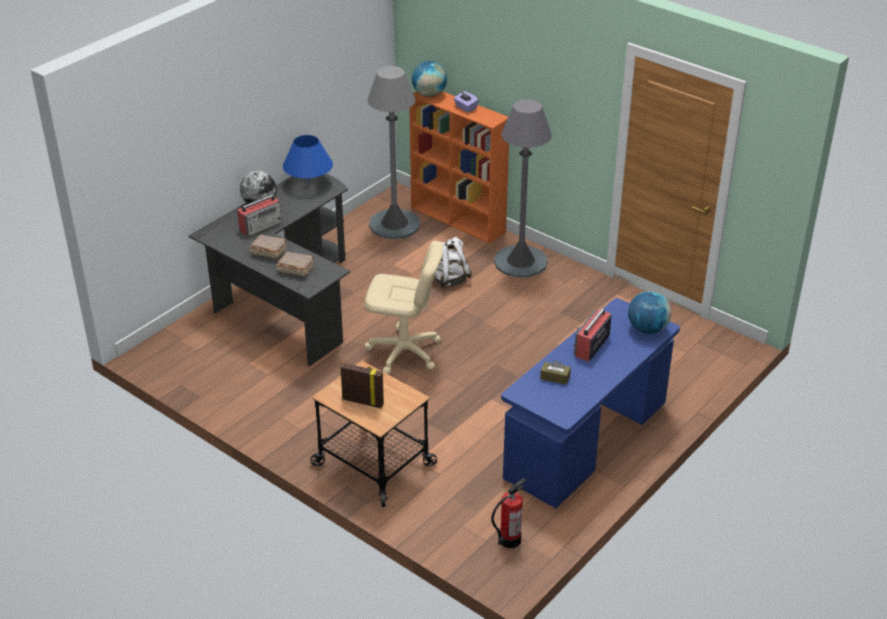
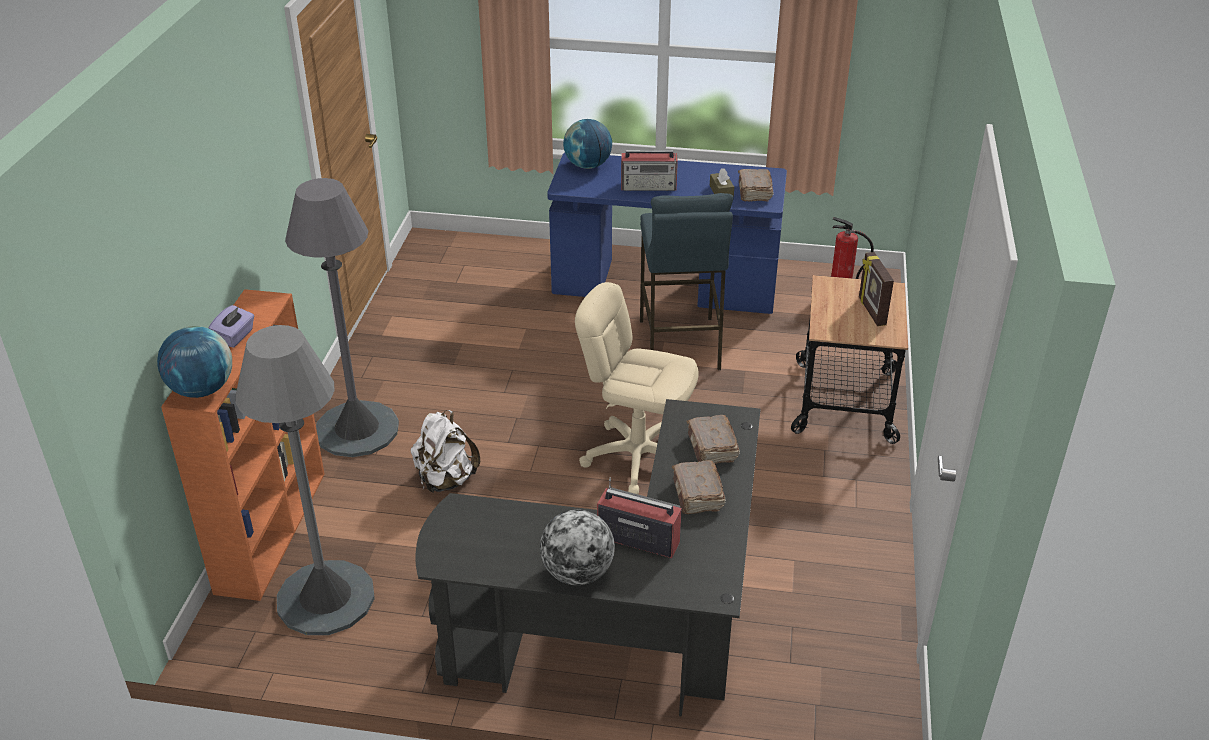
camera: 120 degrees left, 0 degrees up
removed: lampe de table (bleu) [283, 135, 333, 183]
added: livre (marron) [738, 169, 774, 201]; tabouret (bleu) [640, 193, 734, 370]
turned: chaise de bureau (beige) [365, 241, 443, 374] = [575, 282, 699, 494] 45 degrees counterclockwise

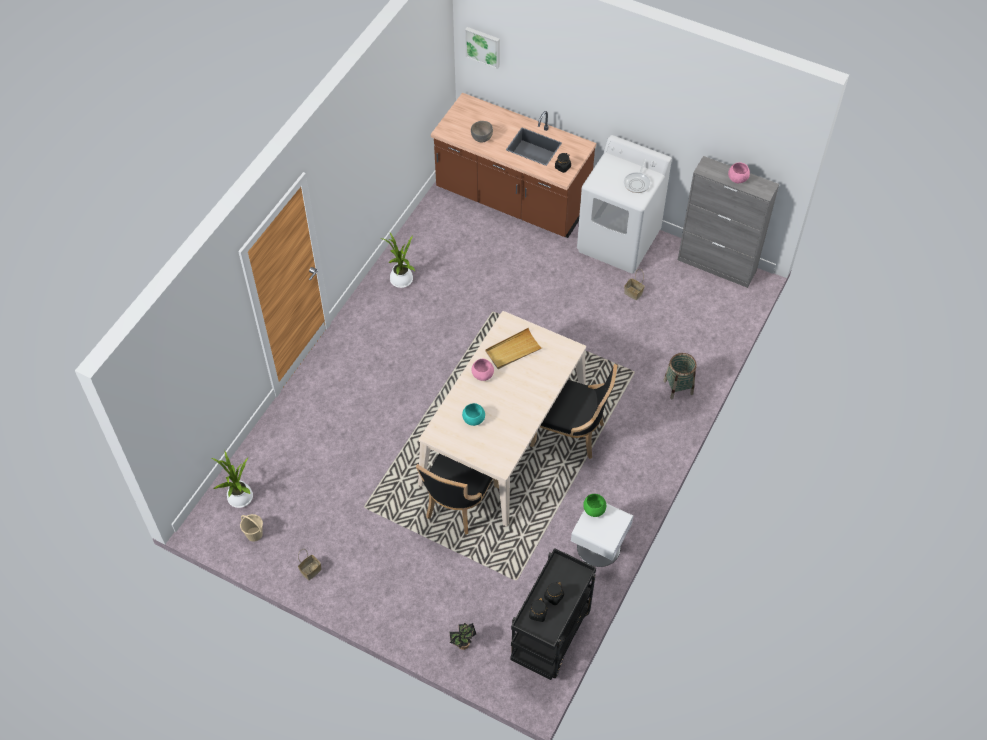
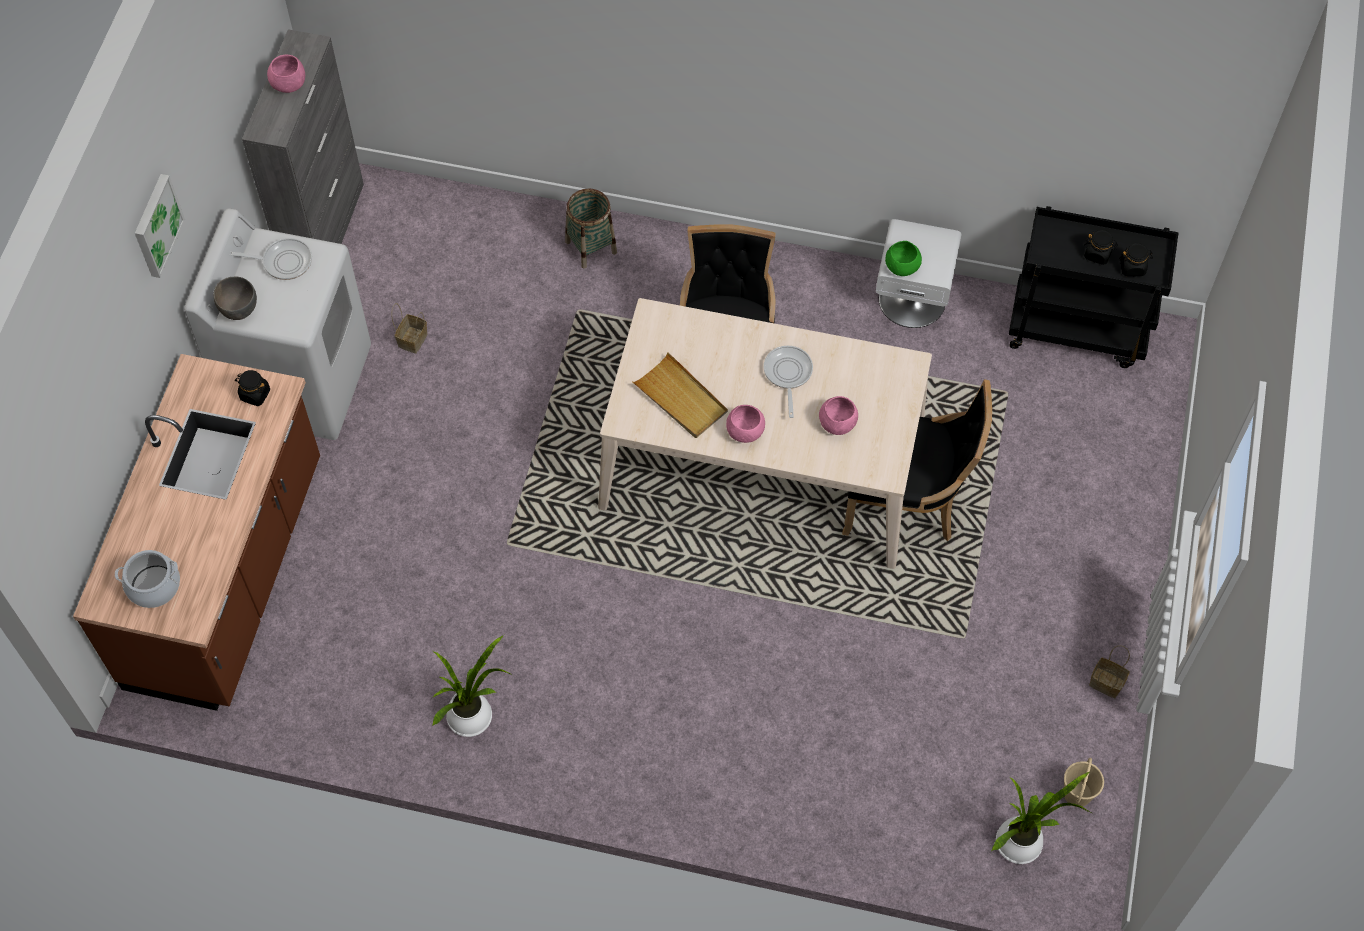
camera: 105 degrees left, 5 degrees up
removed: plante en pot [449, 622, 476, 650]
added: poêle [764, 346, 813, 418]; marmite [115, 550, 180, 608]
moved: tableau [465, 27, 500, 69] to [135, 174, 185, 278]; bol (gris) [471, 121, 493, 142] to [214, 277, 257, 320]
recoloured: bol (turquoise) [462, 403, 485, 426] to bol (rose) [819, 396, 858, 435]

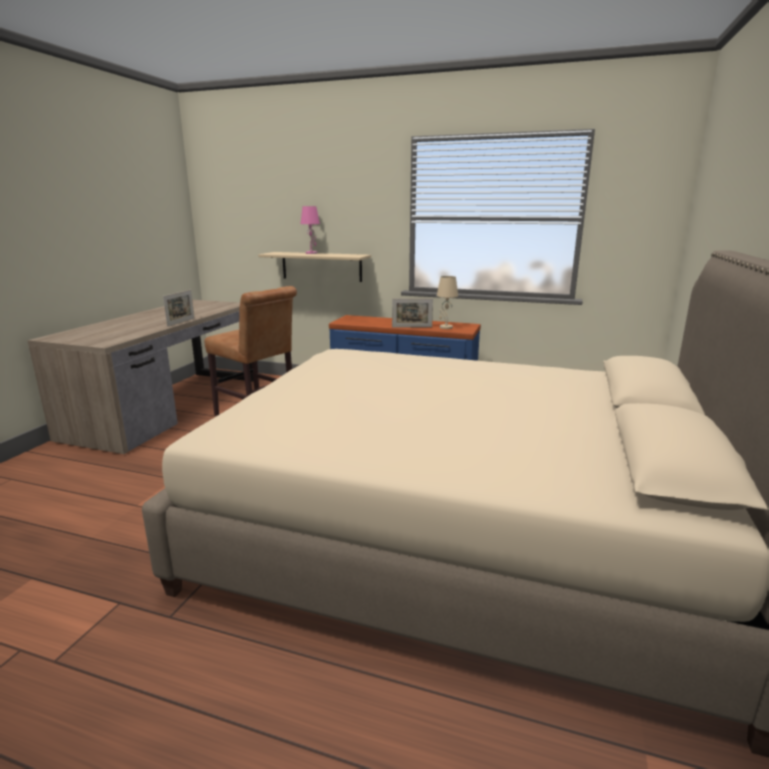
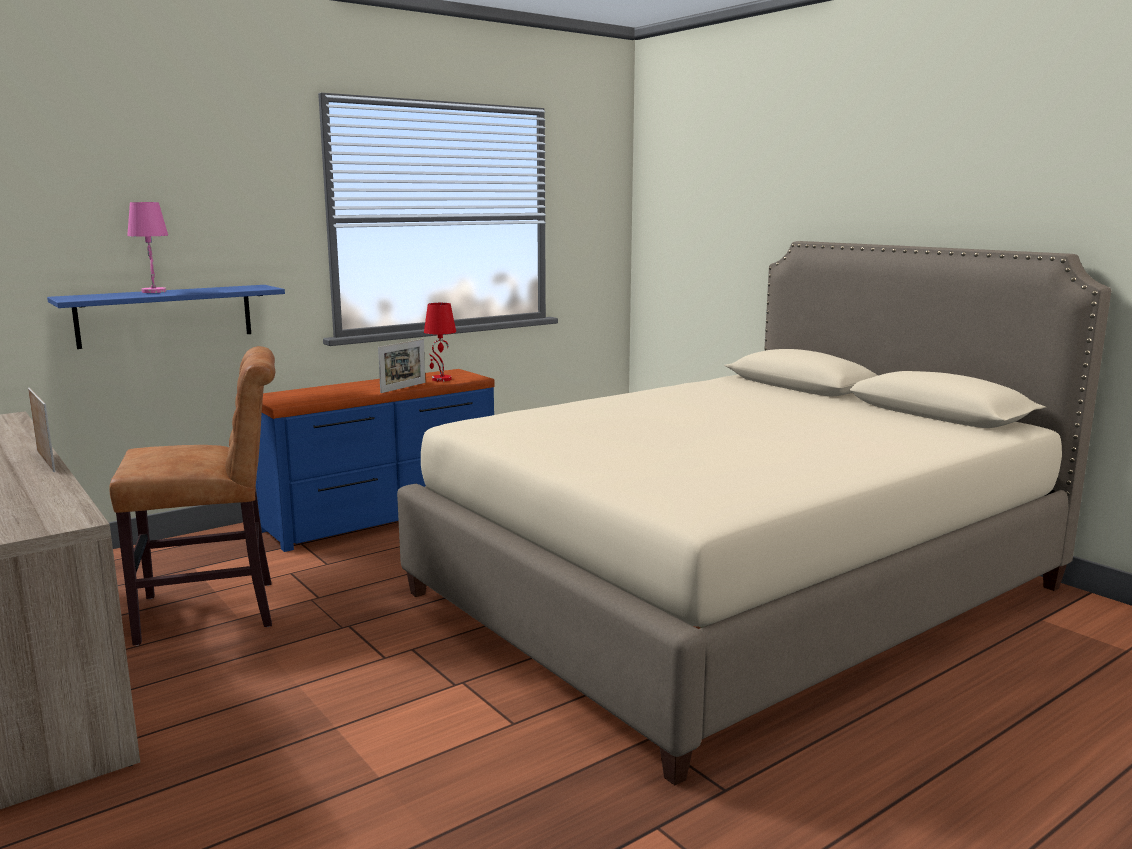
camera: 55 degrees left, 5 degrees down
recoloured: étagère (beige) [258, 252, 371, 282] to étagère (bleu) [47, 285, 285, 349]; lampe de table (beige) [437, 276, 458, 329] to lampe de table (rouge) [424, 303, 456, 382]

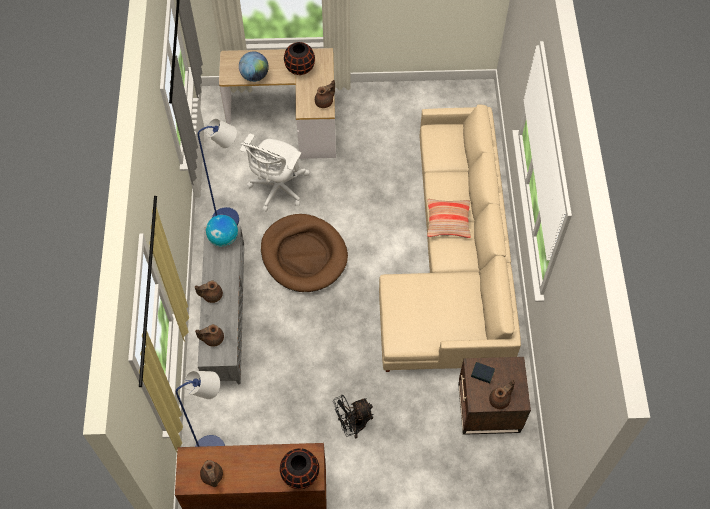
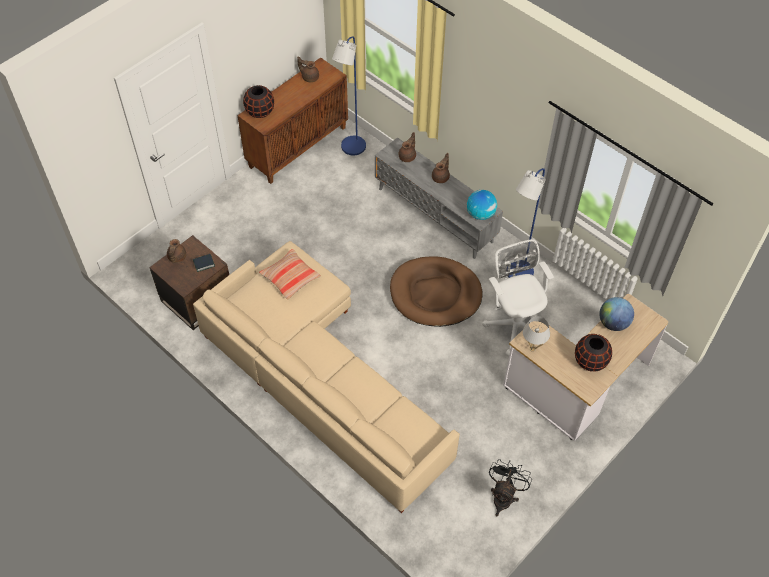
camera: 135 degrees right, 5 degrees down
moved: coussin [427, 199, 471, 238] to [259, 249, 321, 300]; ventilateur (noir) [333, 395, 373, 438] to [489, 459, 532, 517]
replaced: théière (marron) [315, 80, 335, 108] to lampe de table (blanc) [523, 316, 550, 352]

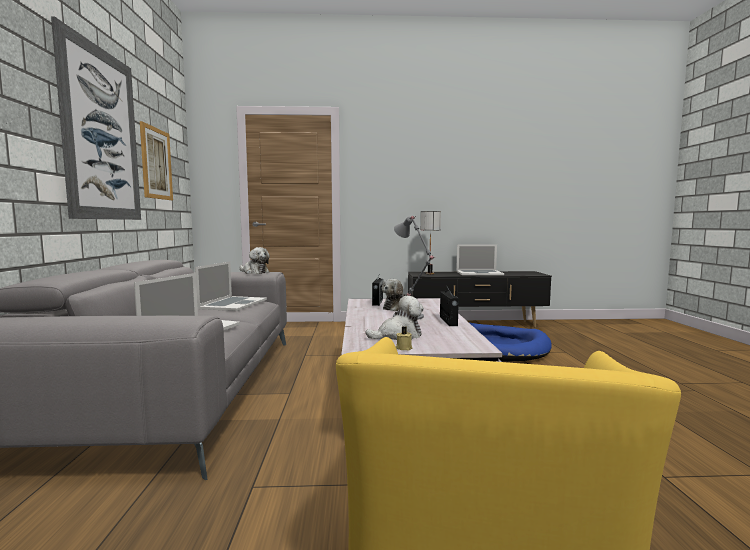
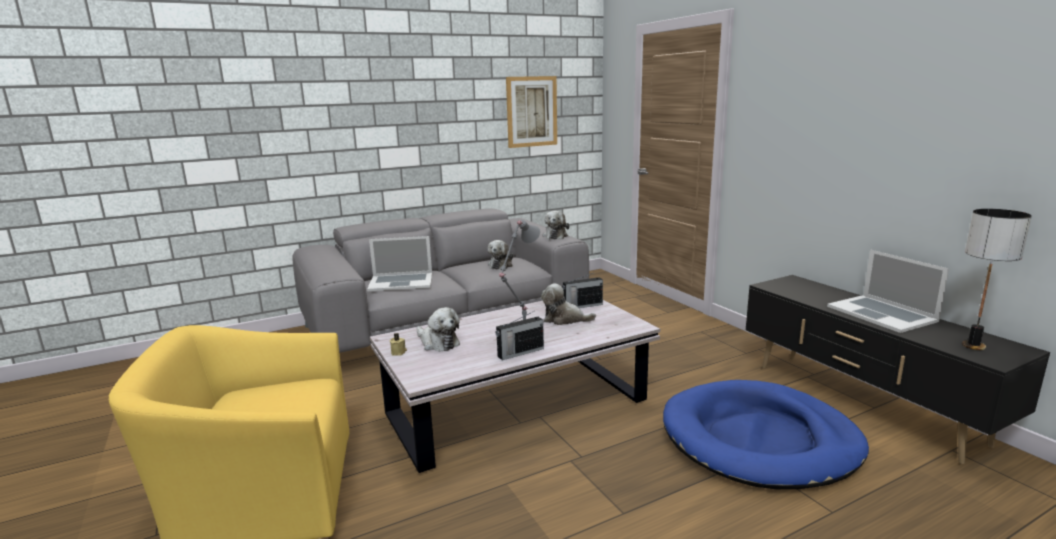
camera: 65 degrees right, 10 degrees up
removed: tableau [51, 16, 141, 220]
moved: lampe de table [421, 211, 441, 274] to [962, 209, 1032, 350]
replaced: ordinateur portable [195, 261, 267, 311] to peluche [488, 240, 513, 269]

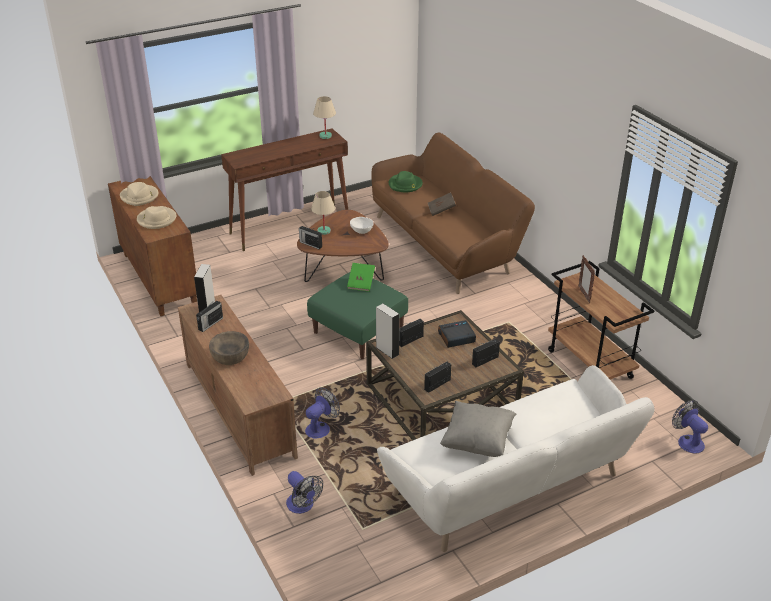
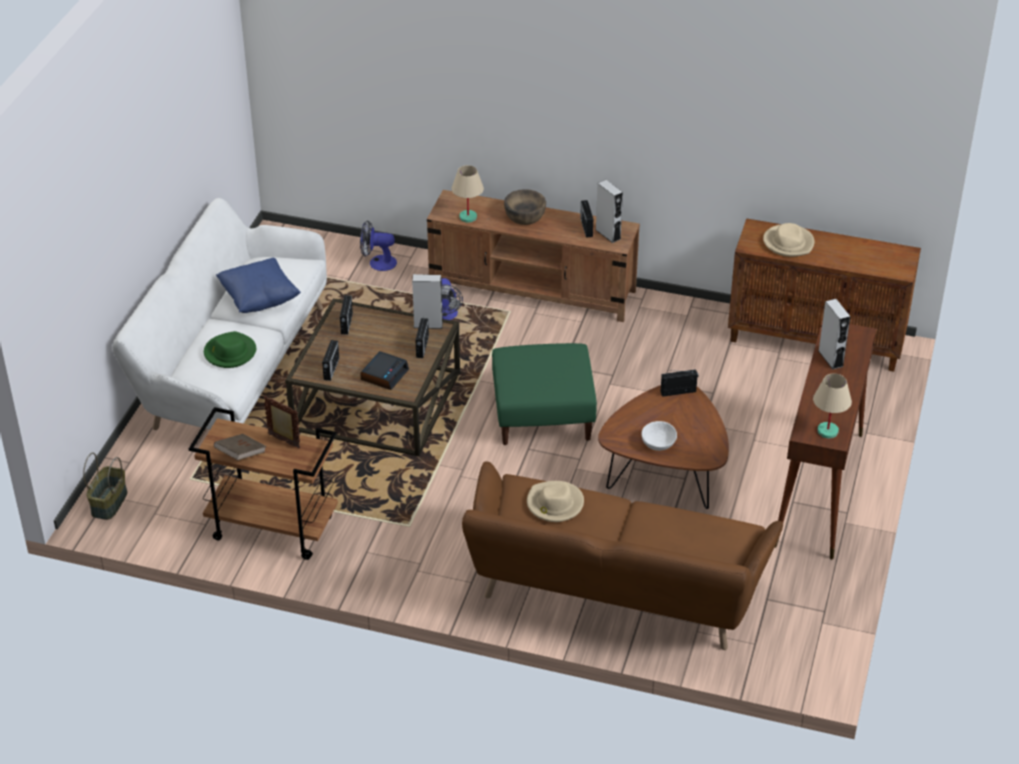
camera: 135 degrees right, 5 degrees up
removed: livre (vert) [347, 263, 375, 292]
added: enceinte (gris) [819, 299, 850, 369]
moved: chapeau (vert) [389, 171, 423, 192] to [204, 331, 256, 368]; chapeau (beige) [120, 182, 159, 206] to [527, 481, 584, 522]; lampe de table (beige) [311, 191, 335, 235] to [452, 165, 484, 223]; livre (marron) [428, 192, 456, 216] to [214, 434, 266, 460]
replaced: ventilateur [672, 400, 708, 454] to panier [83, 453, 127, 520]
recoloured: coussin (gris) [440, 401, 517, 457] to coussin (bleu) [216, 258, 301, 313]

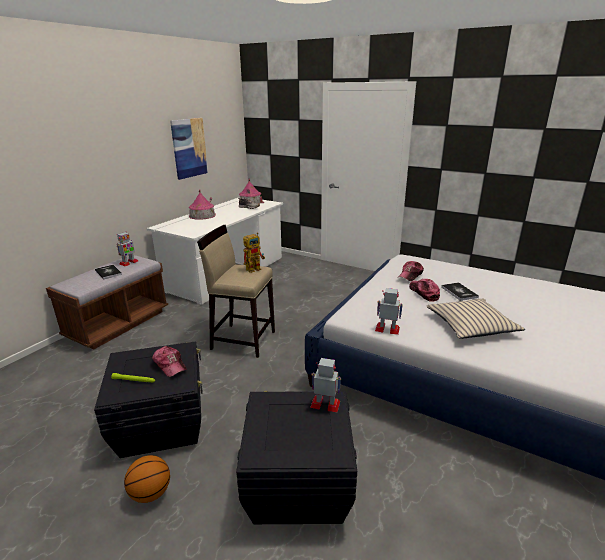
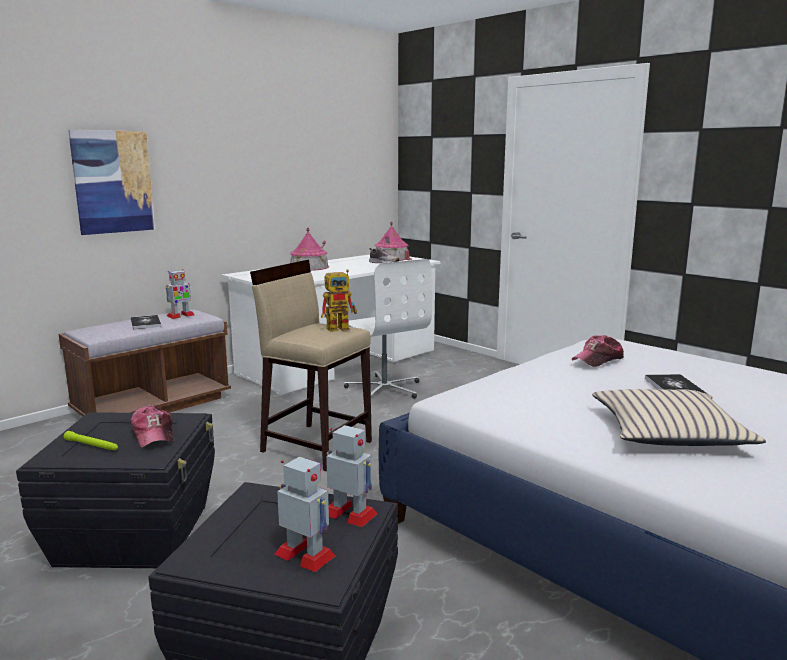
camera: 15 degrees right, 10 degrees down
removed: casquette [409, 279, 440, 302]; ballon de basket [124, 455, 170, 503]
added: chaise de bureau (blanc) [344, 259, 432, 399]
moved: tableau [170, 118, 208, 180] to [68, 130, 155, 235]; robot jouet [375, 288, 403, 335] to [274, 457, 335, 572]

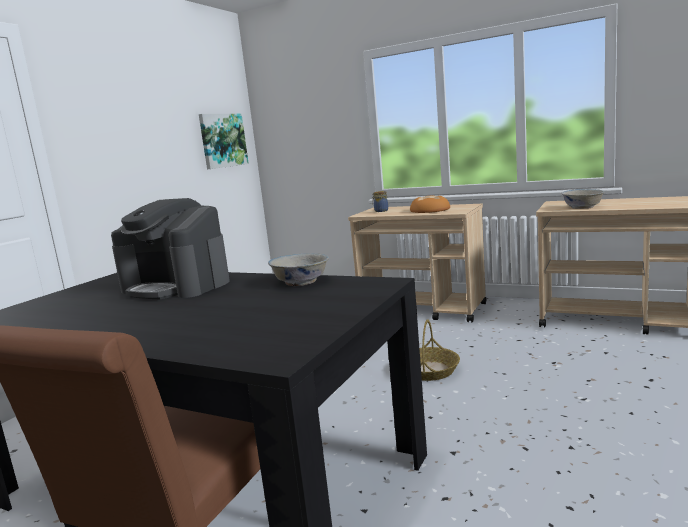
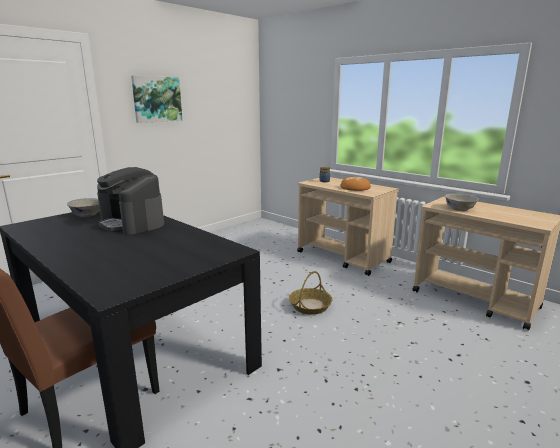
camera: 15 degrees right, 5 degrees up
moved: tableau [199, 114, 249, 169] to [131, 76, 182, 123]; bol (blanc) [268, 253, 329, 286] to [67, 198, 100, 217]

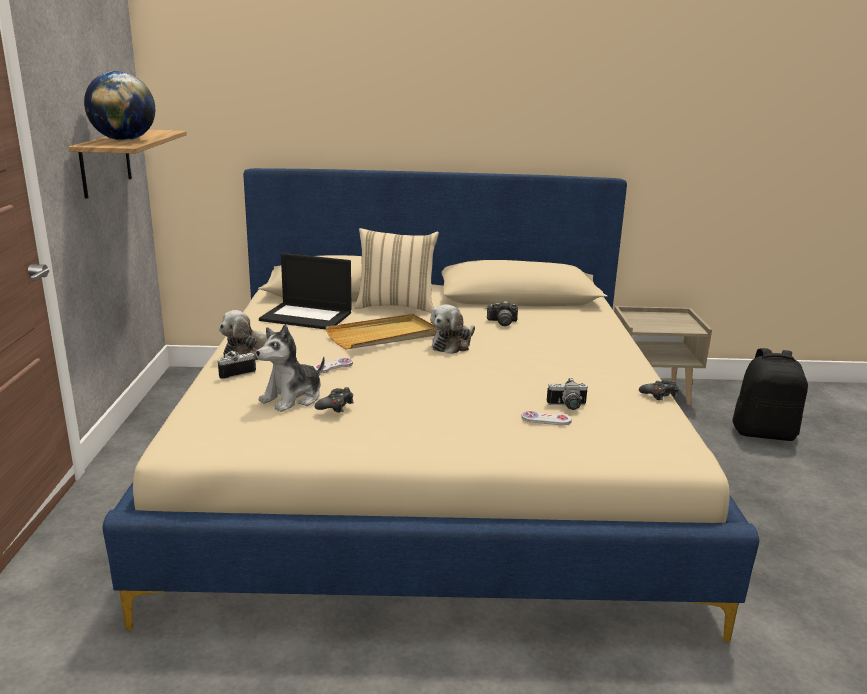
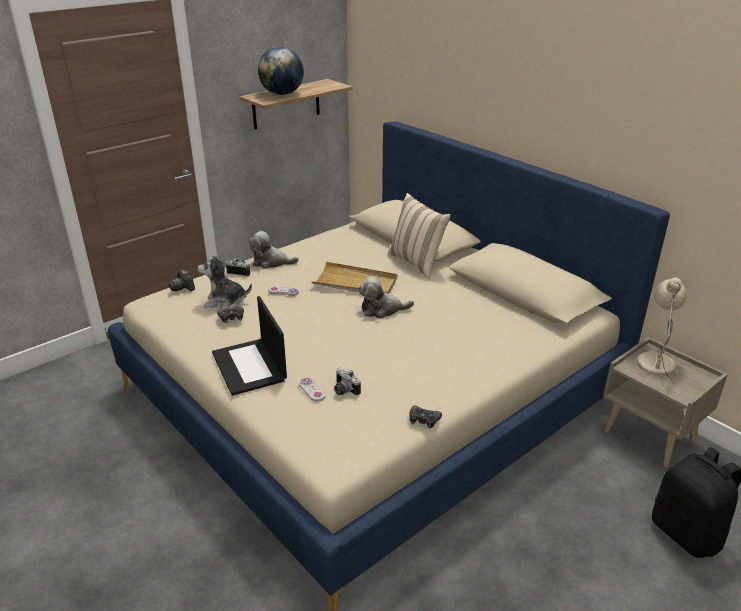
camera: 50 degrees right, 10 degrees up
added: lampe de table (beige) [637, 277, 687, 383]
moved: ordinateur portable [259, 253, 352, 330] to [212, 296, 287, 396]; appareil photo [487, 300, 518, 326] to [169, 270, 195, 292]

